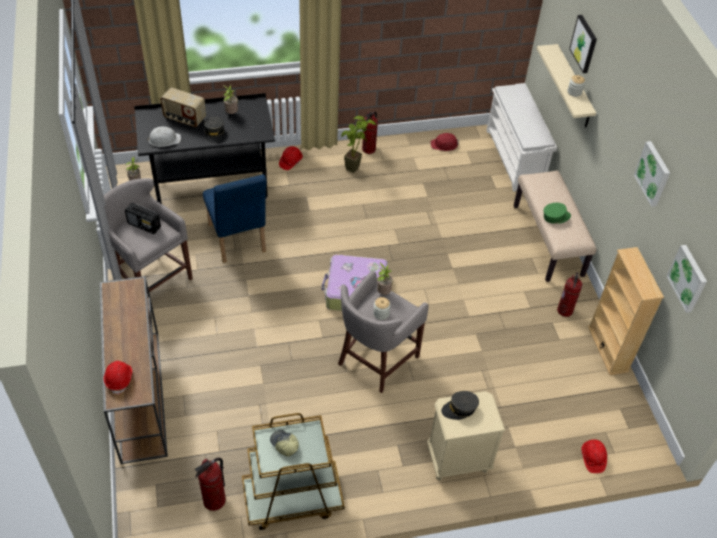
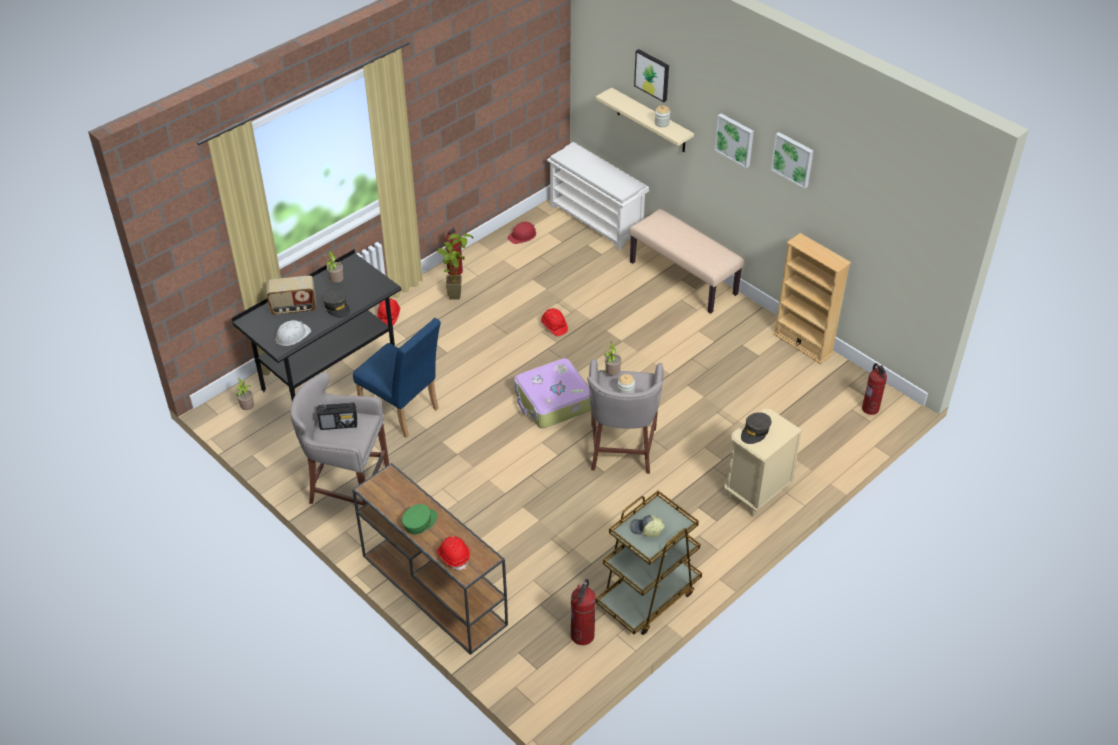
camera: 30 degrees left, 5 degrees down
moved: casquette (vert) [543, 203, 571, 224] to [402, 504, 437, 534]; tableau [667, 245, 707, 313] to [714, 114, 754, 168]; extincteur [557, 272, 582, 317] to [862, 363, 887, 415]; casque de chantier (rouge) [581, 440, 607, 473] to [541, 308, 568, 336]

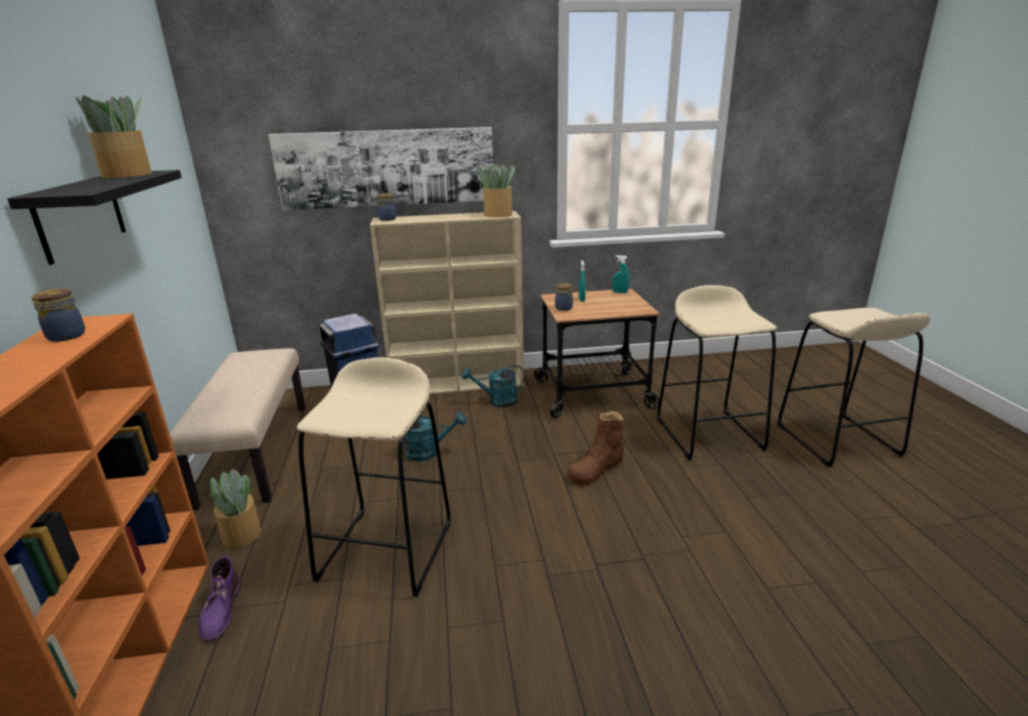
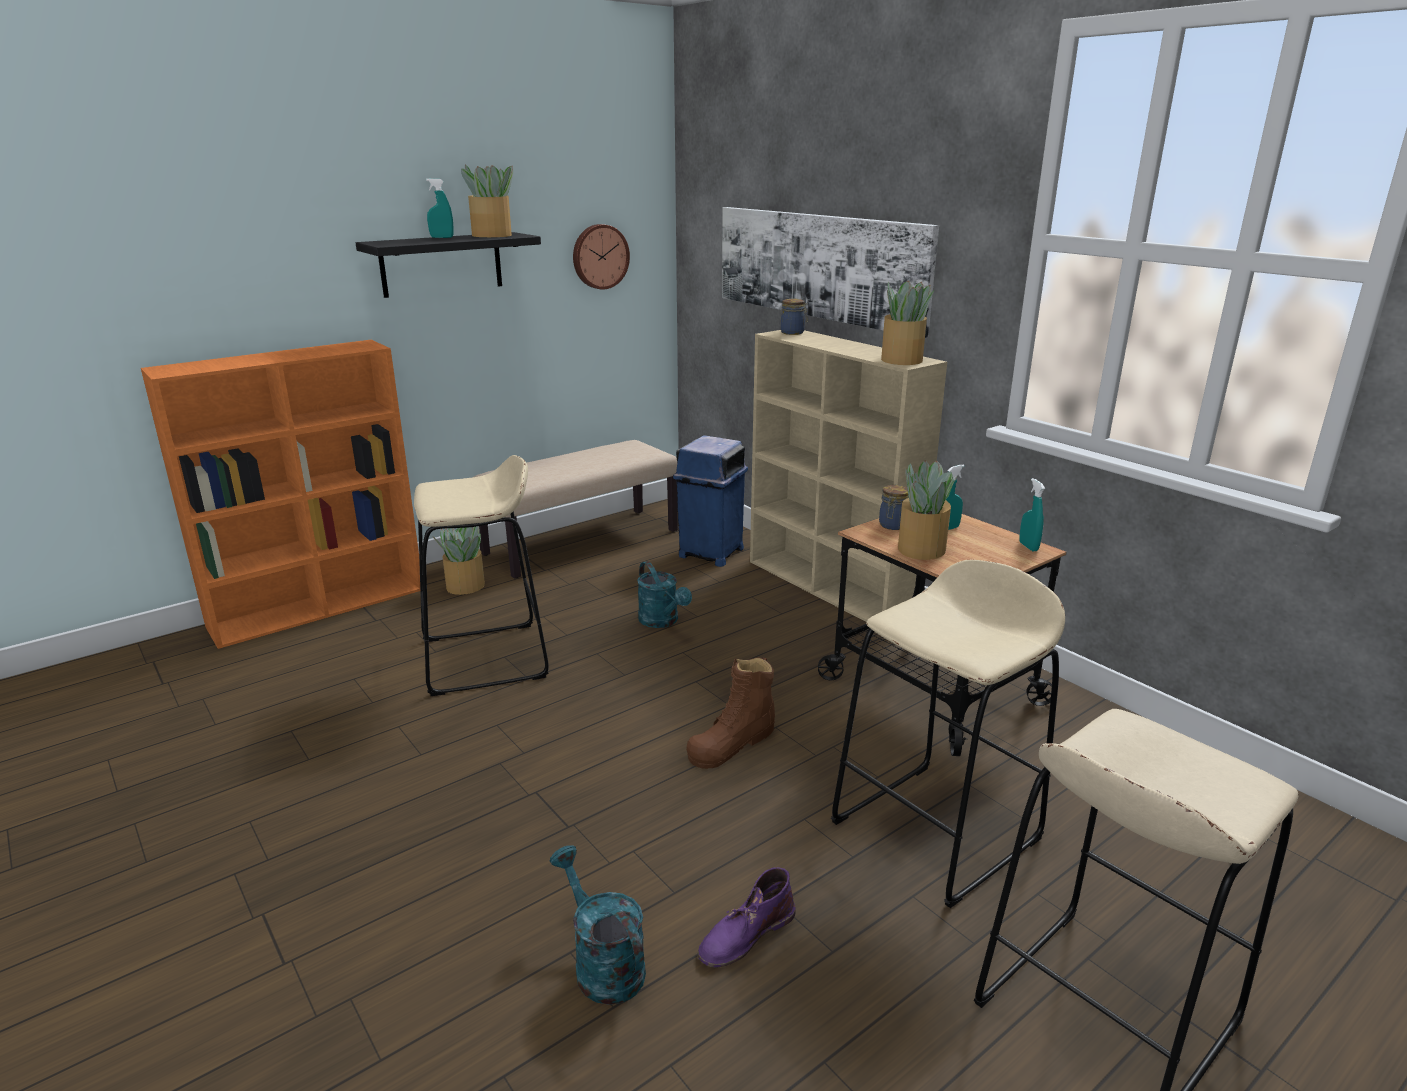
camera: 60 degrees right, 0 degrees up
removed: bocal [31, 288, 85, 342]
added: vaporisateur (turquoise) [426, 178, 453, 238]; horloge murale [573, 224, 630, 289]; plante en pot [898, 460, 958, 560]
moved: arrosoir (turquoise) [462, 365, 524, 407] to [550, 845, 646, 1005]; botte (violet) [198, 557, 242, 642] to [698, 867, 796, 968]
turned: botte (marron) [568, 411, 624, 485] = [686, 657, 775, 769] 60 degrees counterclockwise

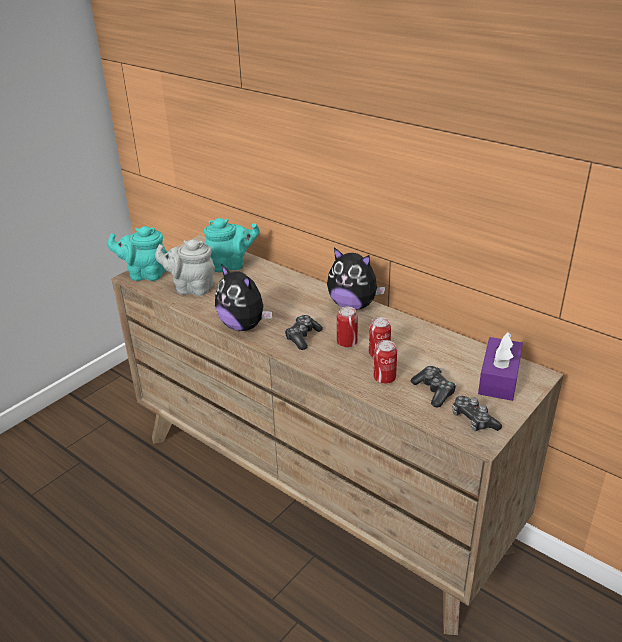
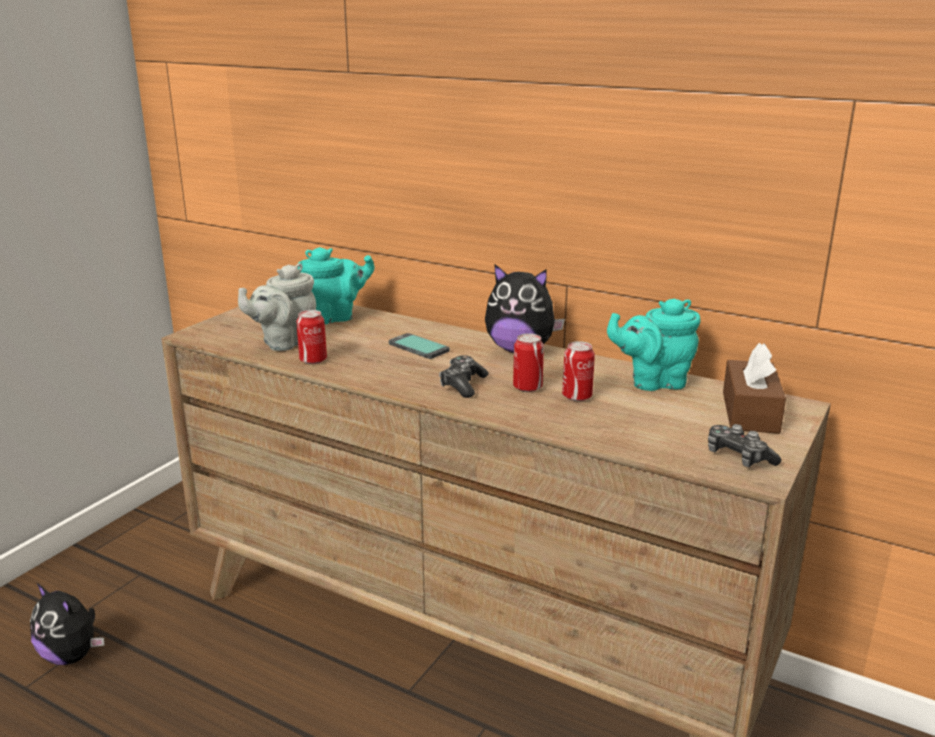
camera: 10 degrees left, 10 degrees down
removed: manette [411, 366, 456, 408]
added: téléphone [389, 333, 449, 359]
moved: théière (turquoise) [108, 226, 167, 281] to [607, 299, 701, 391]; peluche [215, 264, 272, 331] to [30, 583, 104, 665]; boîte métallique [374, 340, 397, 384] to [296, 310, 327, 364]
recoloured: boîte à mouchoirs (violet) [478, 332, 523, 401] to boîte à mouchoirs (marron) [723, 343, 786, 434]
turned: théière (gris) [155, 239, 215, 296] = [238, 263, 316, 351] 45 degrees counterclockwise

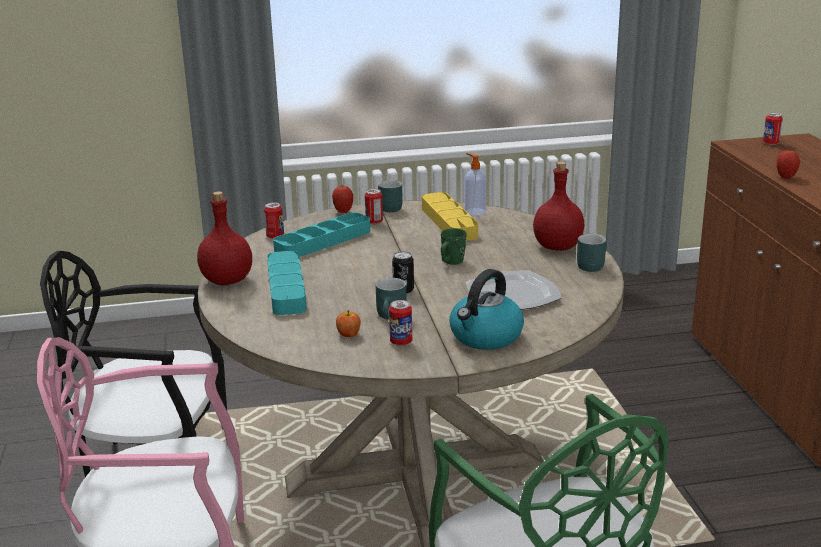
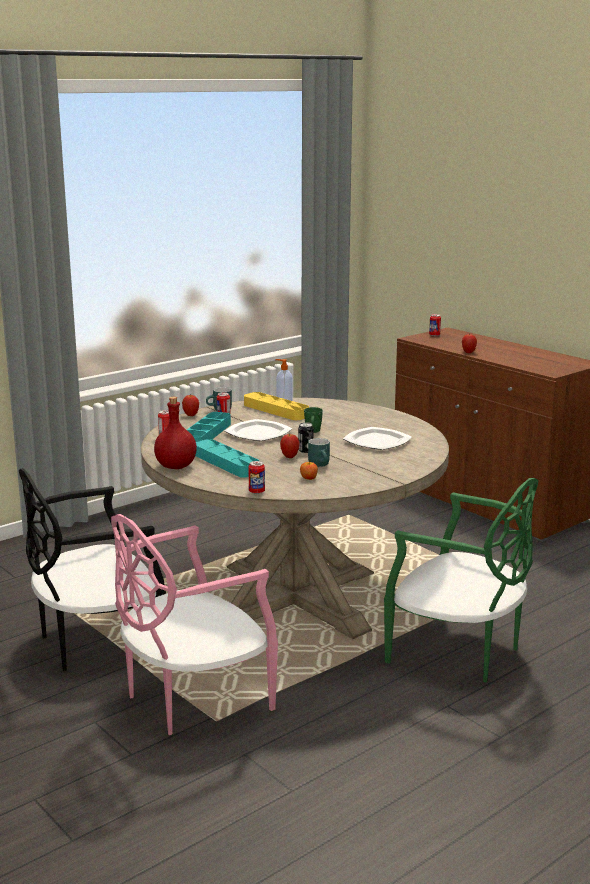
camera: 30 degrees left, 5 degrees down
removed: bouteille (rouge) [533, 162, 585, 251]; mug (turquoise) [577, 234, 607, 272]; bouilloire [449, 269, 524, 350]
added: assiette [225, 419, 292, 441]; pomme [280, 434, 300, 458]
moved: boîte métallique [389, 300, 412, 346] to [248, 461, 265, 494]

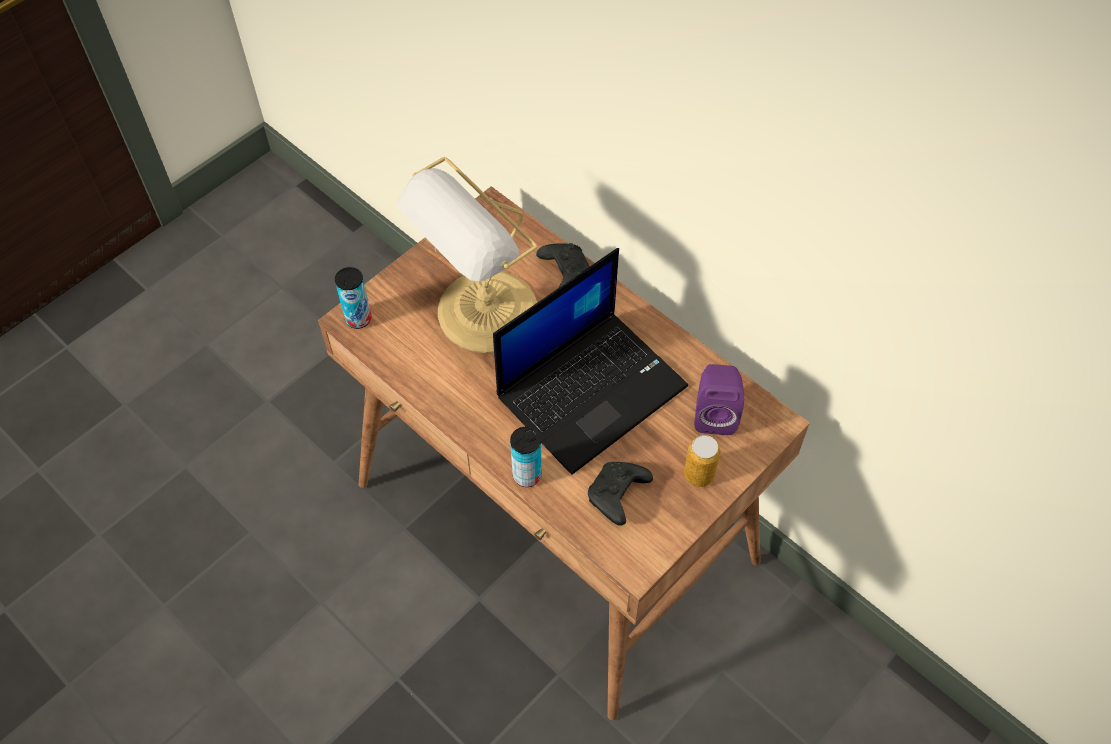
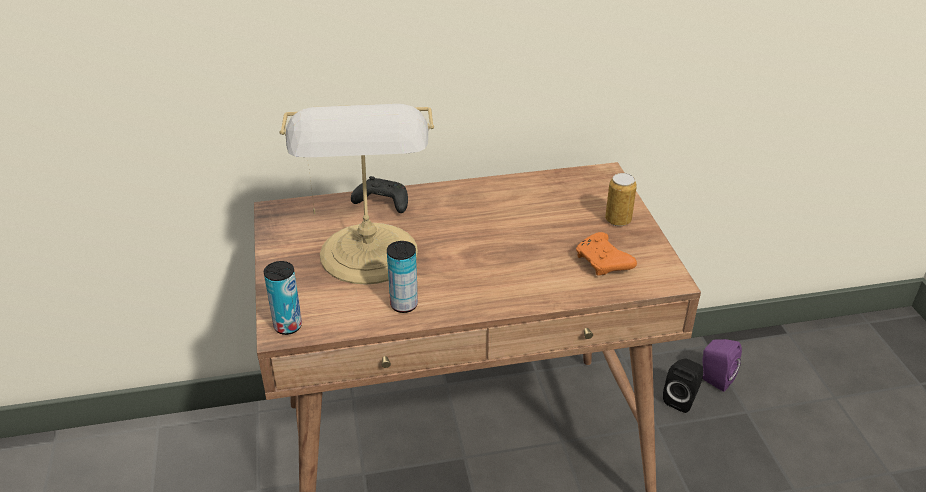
camera: 55 degrees left, 20 degrees down
removed: ordinateur portable [493, 248, 688, 475]
added: enceinte (noir) [663, 359, 704, 413]
moved: enceinte (violet) [694, 364, 744, 435] to [702, 339, 742, 392]; boîte métallique [510, 427, 542, 487] to [387, 241, 418, 313]
recoloured: manette (noir) [588, 462, 653, 526] to manette (orange) [576, 232, 637, 276]

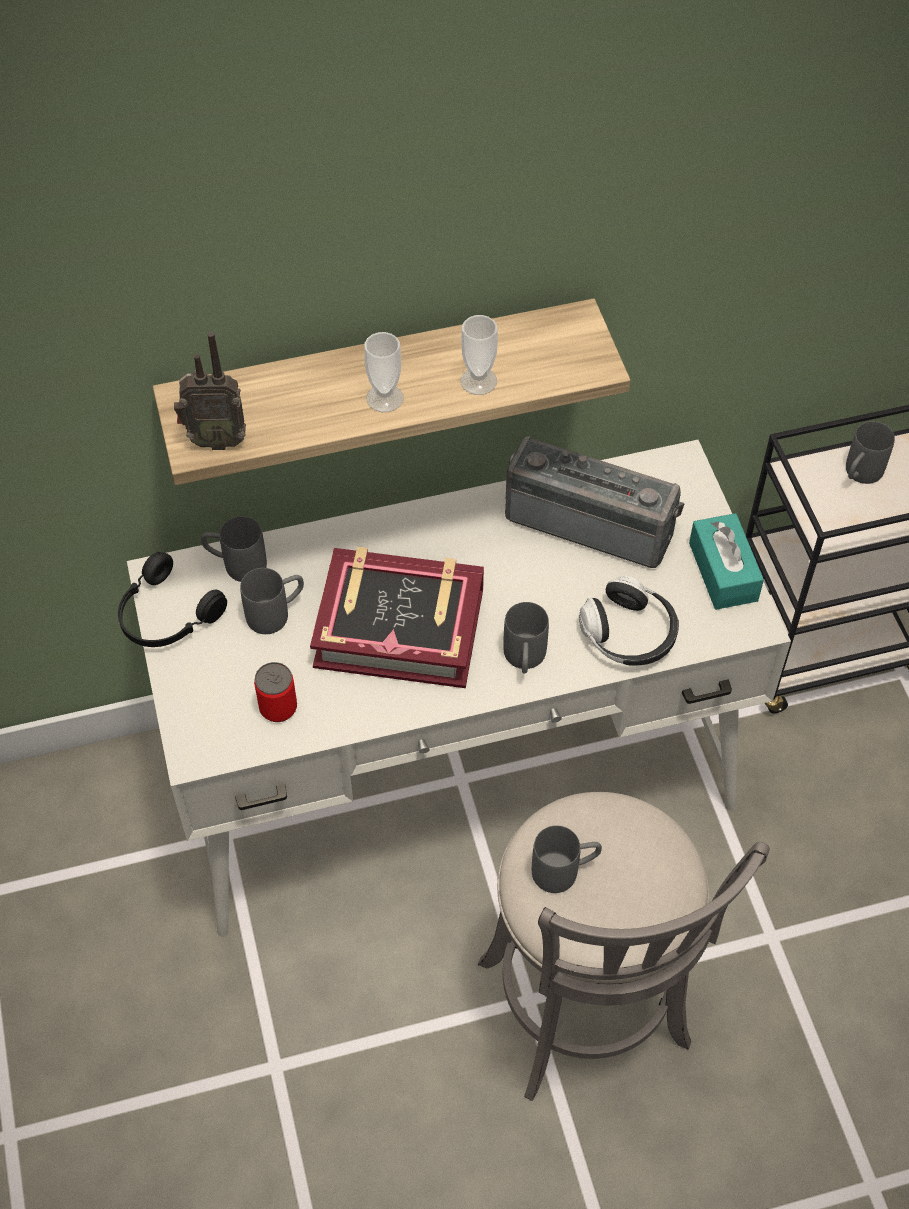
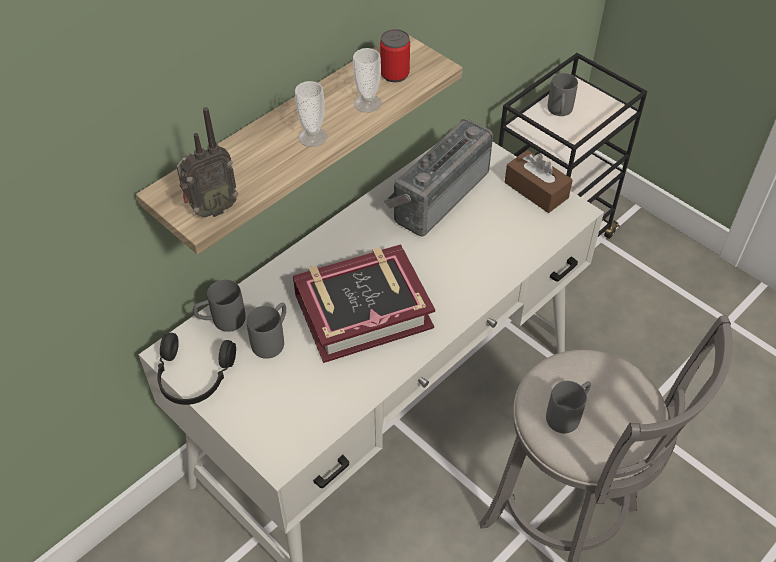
camera: 30 degrees left, 5 degrees down
removed: casque audio [579, 576, 679, 666]; mug (gris) [503, 602, 549, 674]
moved: boîte métallique [254, 662, 297, 722] to [380, 29, 410, 82]
recoloured: boîte à mouchoirs (turquoise) [689, 513, 764, 610] to boîte à mouchoirs (marron) [505, 150, 573, 213]
turned: radio [505, 436, 685, 568] = [384, 118, 493, 237] 45 degrees counterclockwise

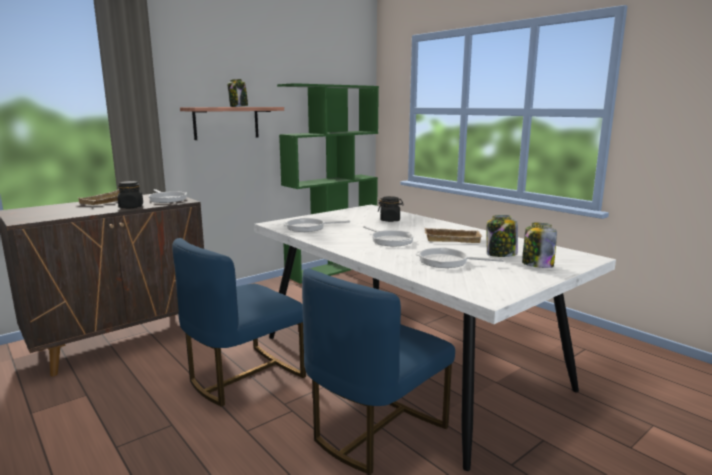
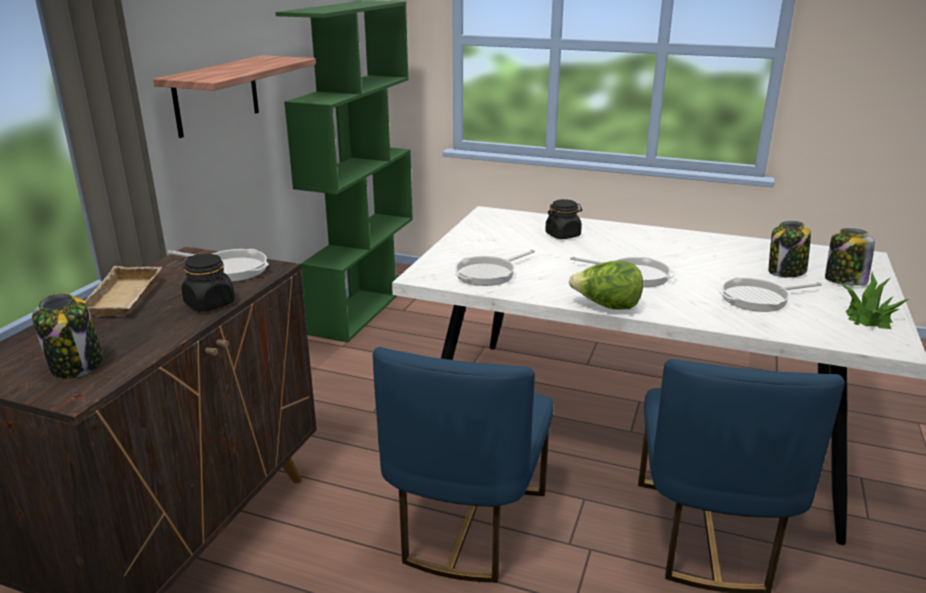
camera: 30 degrees left, 10 degrees up
removed: plateau (beige) [425, 228, 483, 243]
added: laitue [569, 261, 643, 309]; plante en pot [836, 271, 909, 329]
moved: bocal [228, 79, 248, 107] to [32, 293, 103, 379]

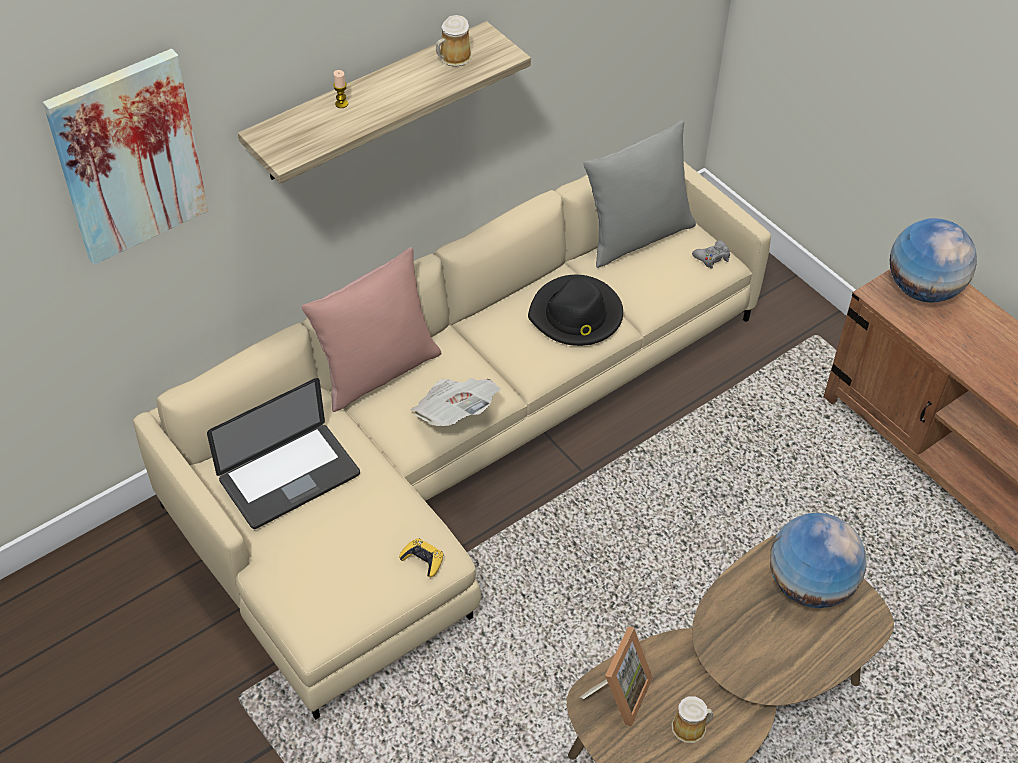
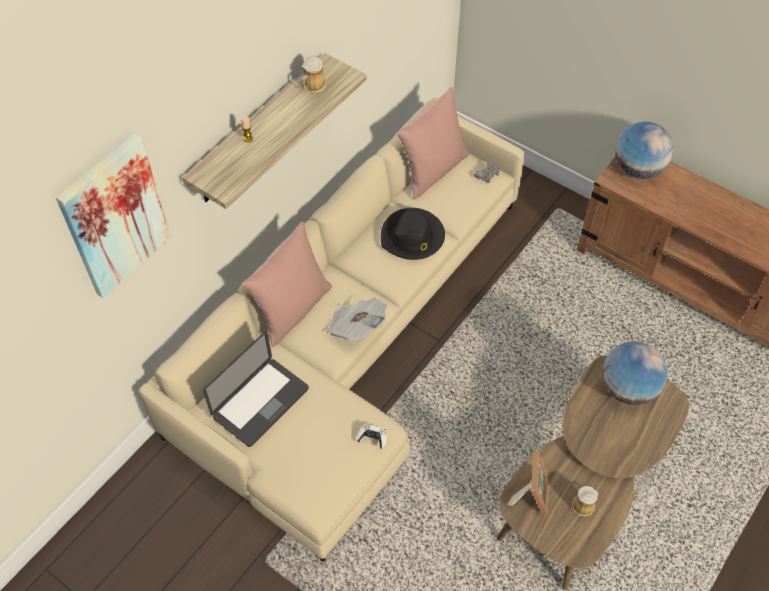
camera: 15 degrees left, 5 degrees up
recoloured: coussin (gris) [584, 120, 696, 268] to coussin (rose) [397, 87, 469, 200]; manette (jaune) [399, 538, 443, 577] to manette (blanc) [357, 424, 387, 449]

